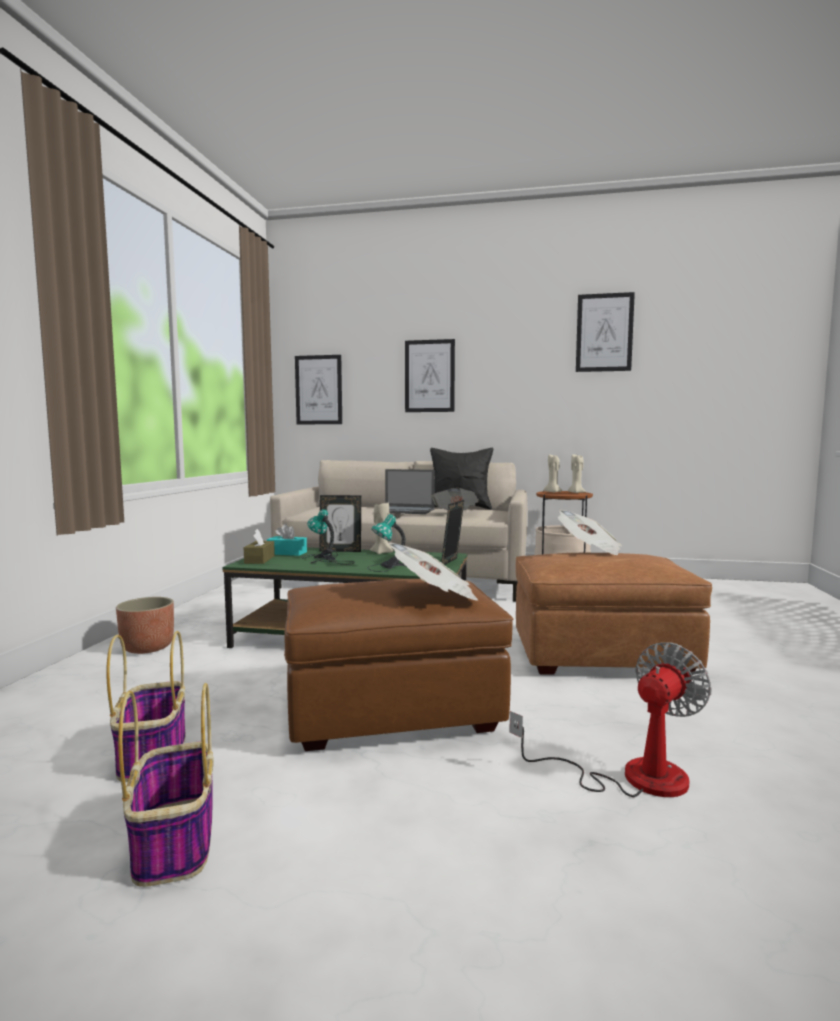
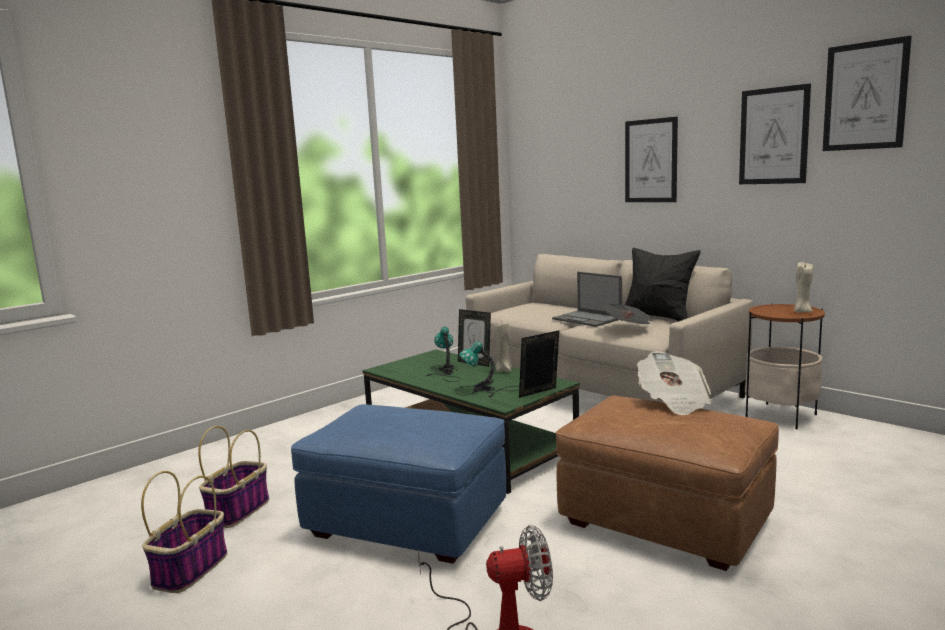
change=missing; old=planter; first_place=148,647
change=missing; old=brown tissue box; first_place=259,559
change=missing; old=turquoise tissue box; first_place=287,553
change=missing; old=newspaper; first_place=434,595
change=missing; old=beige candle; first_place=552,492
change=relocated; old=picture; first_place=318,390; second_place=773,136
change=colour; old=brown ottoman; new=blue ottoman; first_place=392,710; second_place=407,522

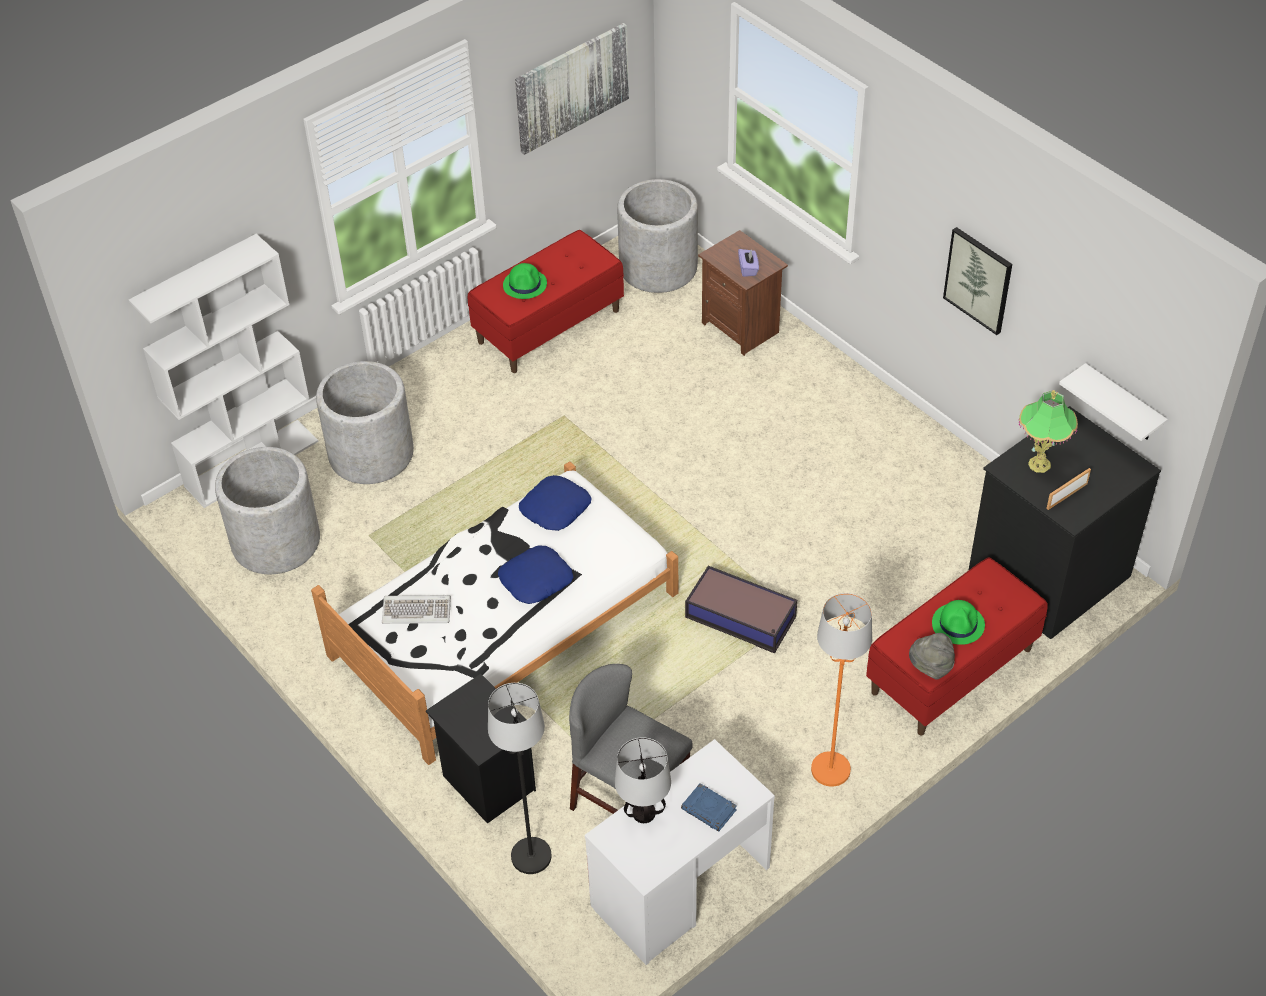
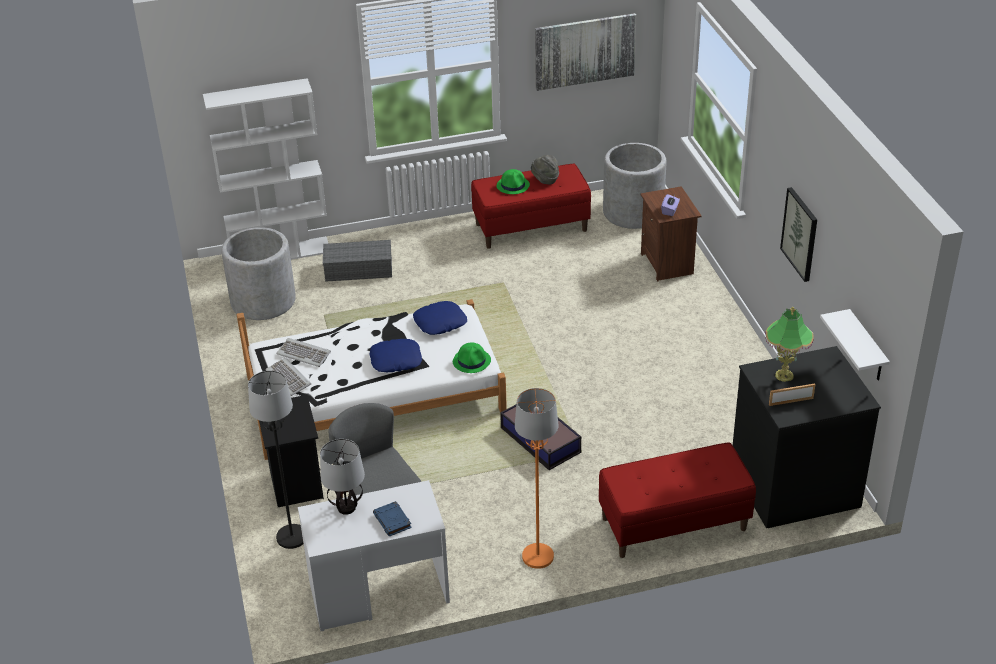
change=appeared; new=keyboard; second_place=289,378
change=relocated; old=grey hat; first_place=930,667; second_place=545,180
change=relocated; old=green hat; first_place=958,624; second_place=472,361
change=exchanged; old=grey planter; new=grey storage box; first_place=371,454; second_place=359,269

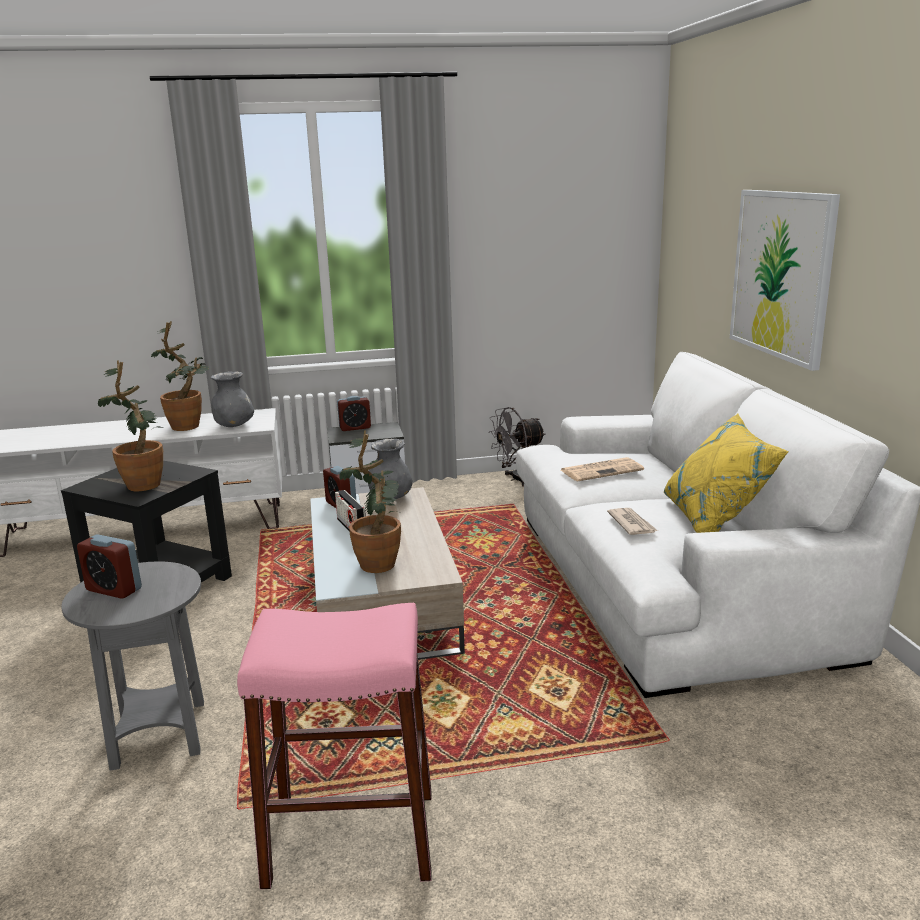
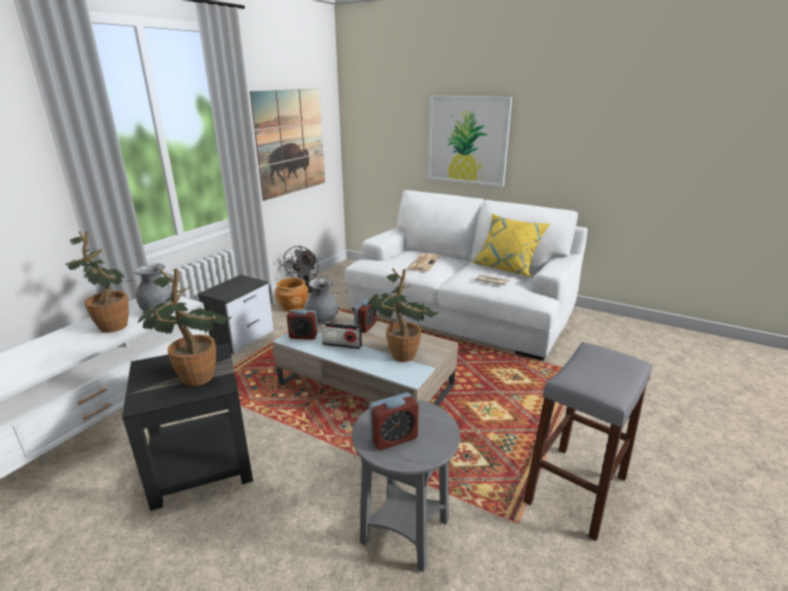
change=appeared; new=picture; second_place=291,142
change=appeared; new=brown planter; second_place=293,307
change=relocated; old=alarm clock; first_place=355,428; second_place=365,326
change=colour; old=pink stool; new=grey stool; first_place=351,837; second_place=576,489

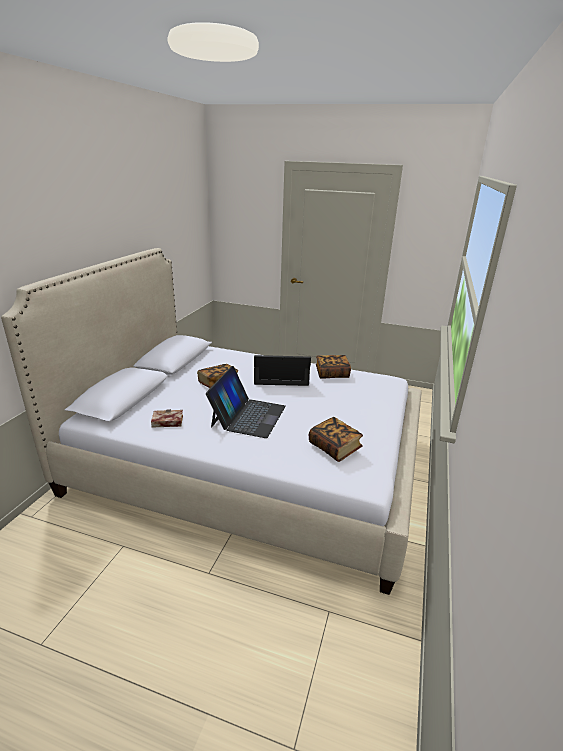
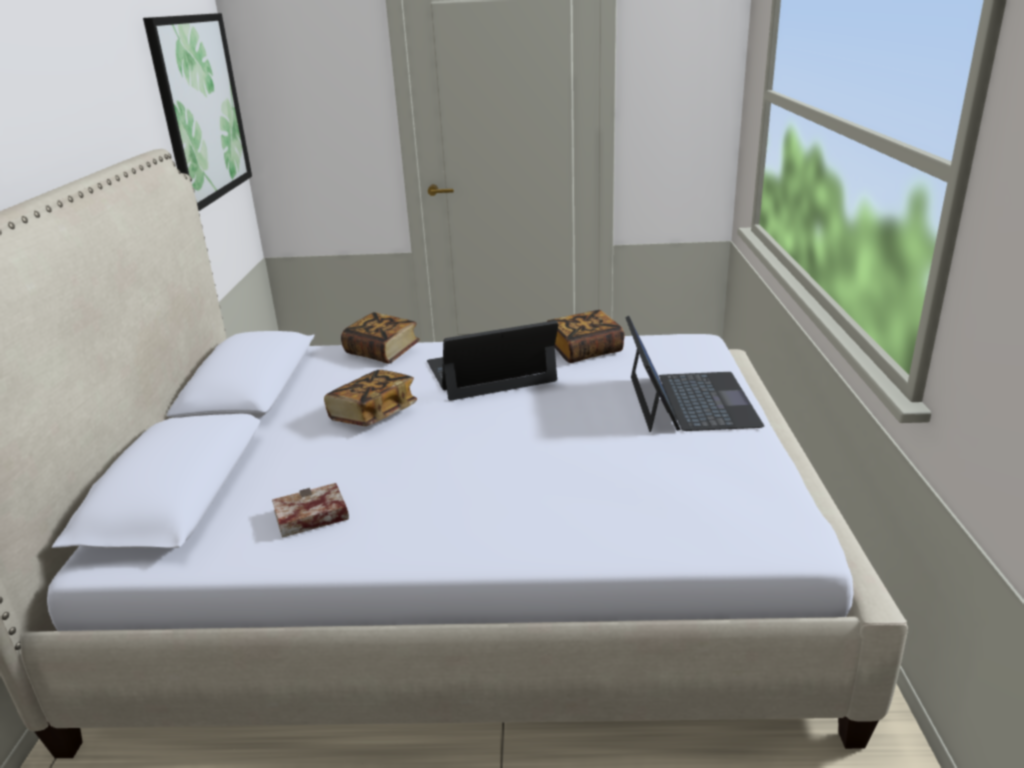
change=appeared; new=picture; second_place=201,108
change=relocated; old=laptop; first_place=248,416; second_place=689,401
change=relocated; old=book; first_place=334,448; second_place=382,352

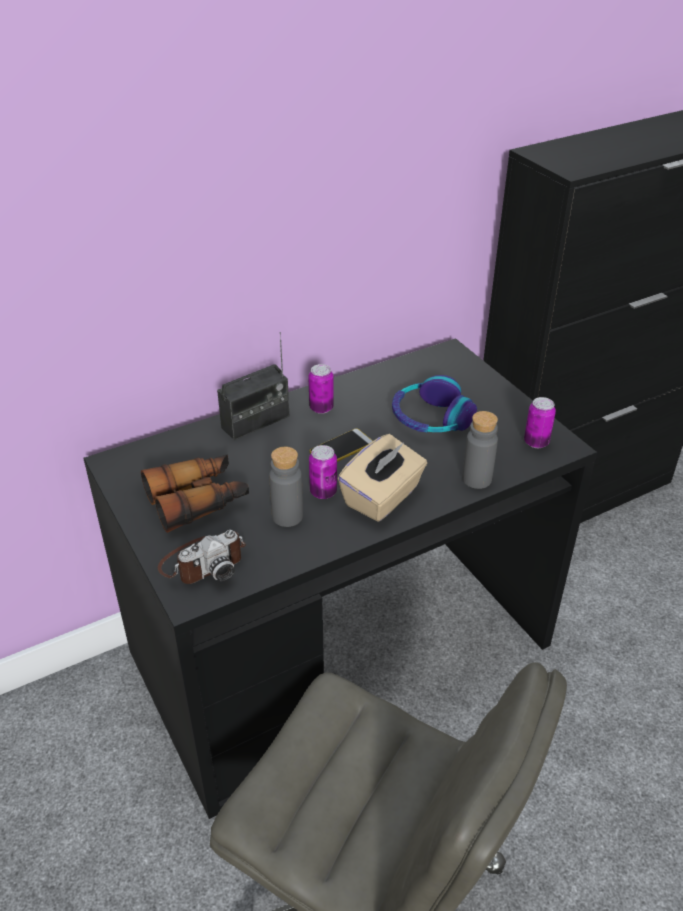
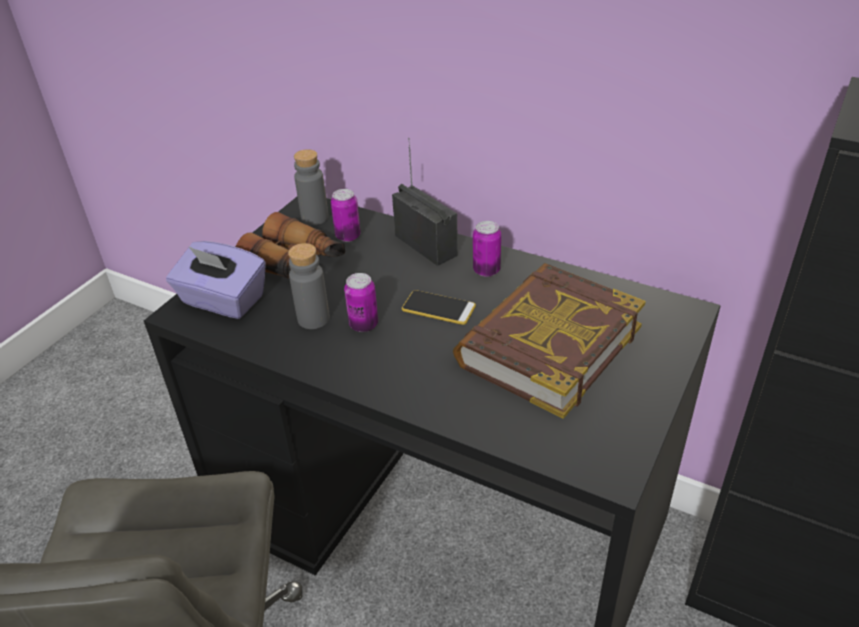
change=missing; old=beige tissue box; first_place=382,497
change=relocated; old=grey bottle; first_place=476,479; second_place=315,218
change=relocated; old=can; first_place=536,442; second_place=348,236
change=exchanged; old=photo camera; new=purple tissue box; first_place=203,562; second_place=222,301
change=exchanged; old=headphones; new=book; first_place=430,418; second_place=548,345
change=spun; old=radio; first_place=255,422; second_place=426,245; degrees=-150

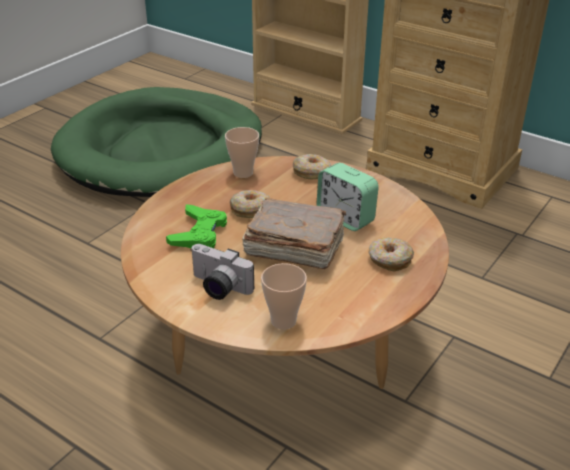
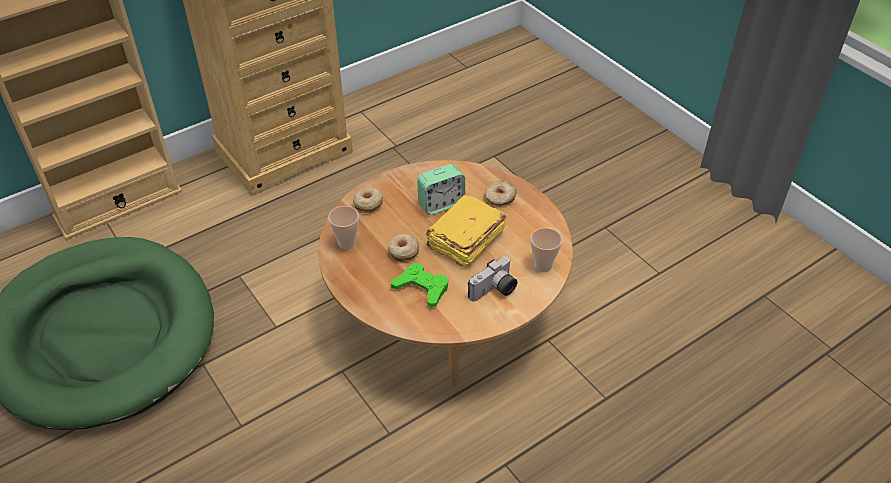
change=colour; old=brown book; new=yellow book; first_place=293,248; second_place=465,240

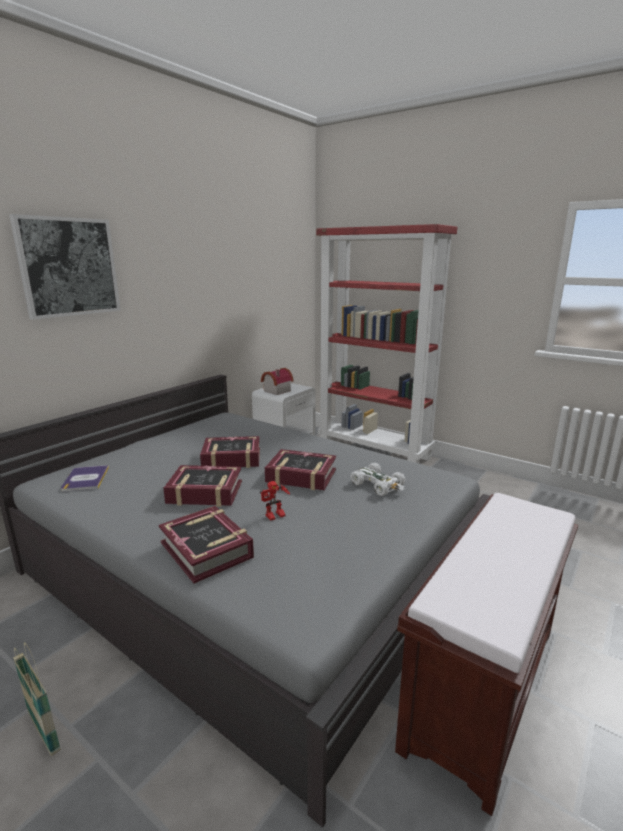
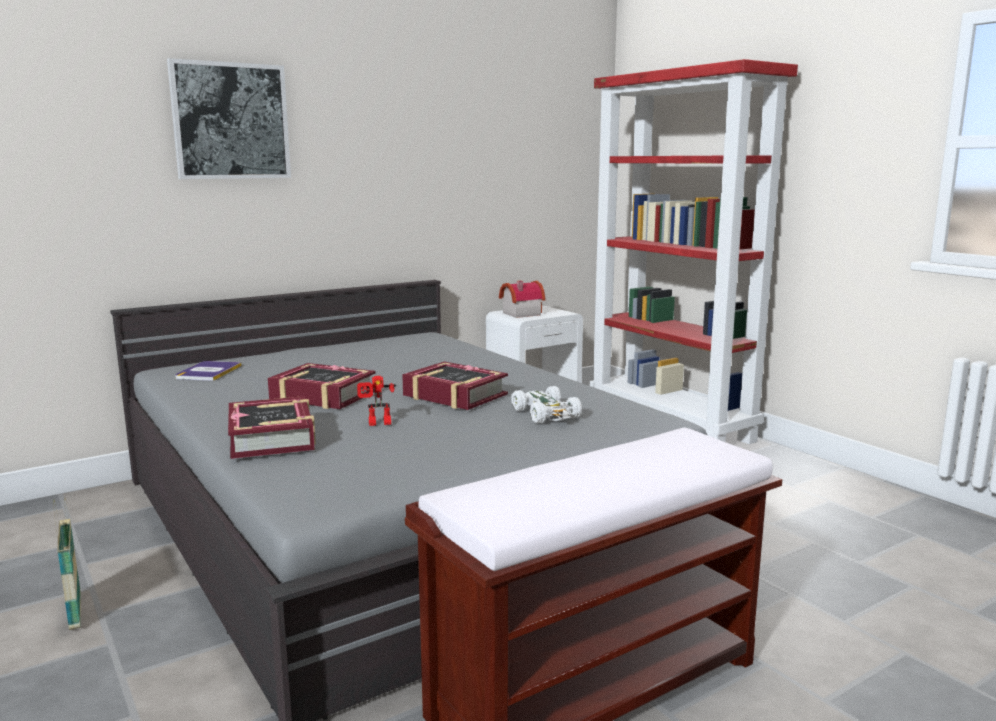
change=missing; old=book; first_place=231,459

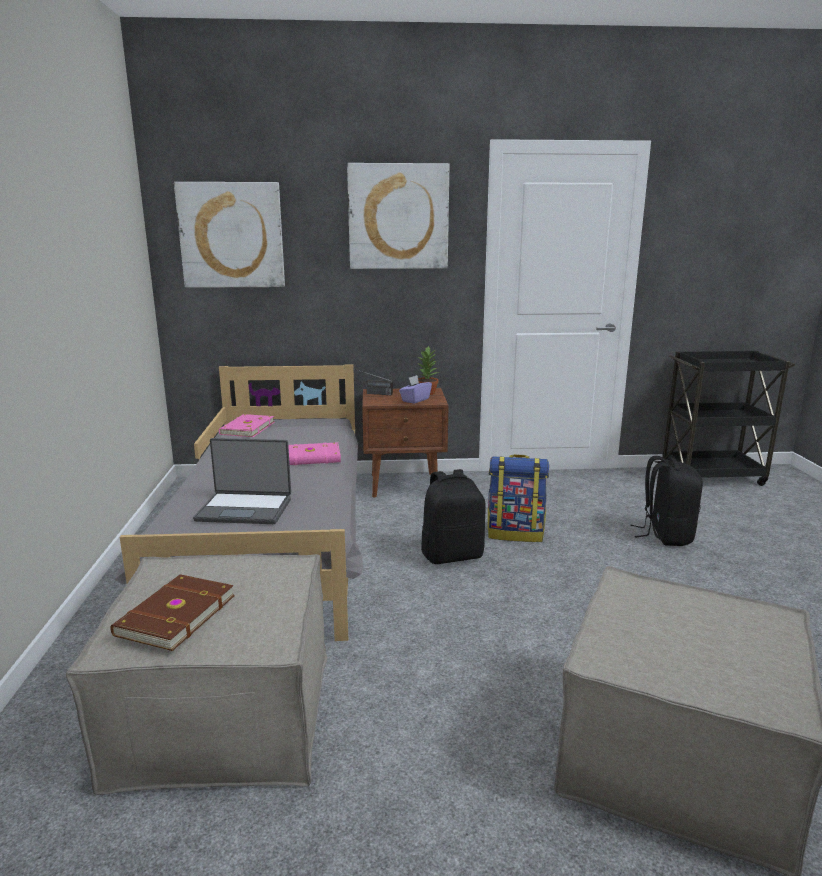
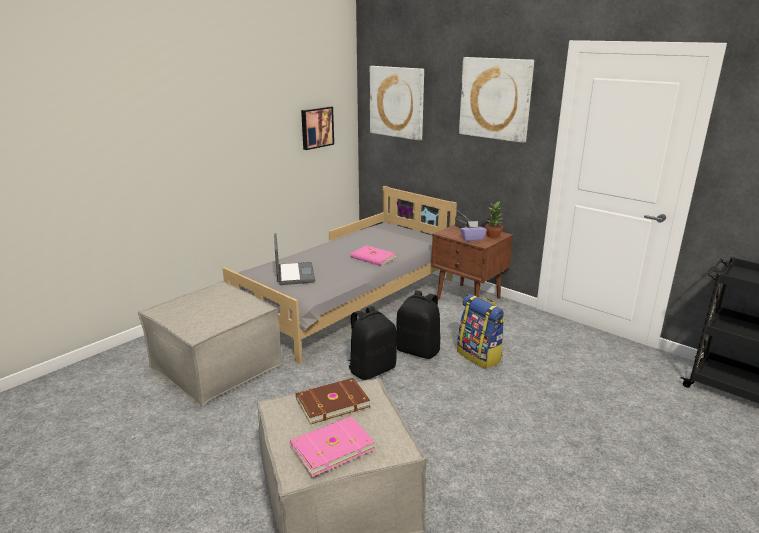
change=appeared; new=picture; second_place=316,127
change=relocated; old=brown book; first_place=174,615; second_place=331,402
change=relocated; old=pink book; first_place=246,428; second_place=331,447
change=relocated; old=black backpack; first_place=665,535; second_place=372,369
change=spun; old=laptop; first_place=245,509; second_place=294,274; degrees=-150

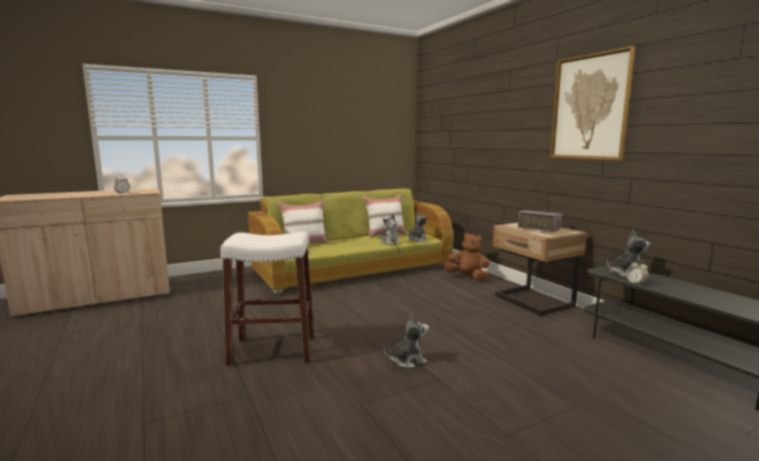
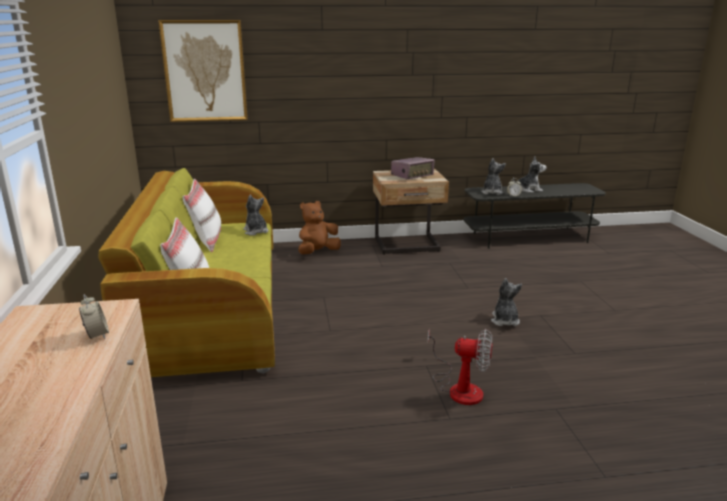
change=relocated; old=plush toy; first_place=390,242; second_place=528,190
change=relocated; old=picture; first_place=590,107; second_place=205,71
change=exchanged; old=white stool; new=fan; first_place=273,350; second_place=459,387

